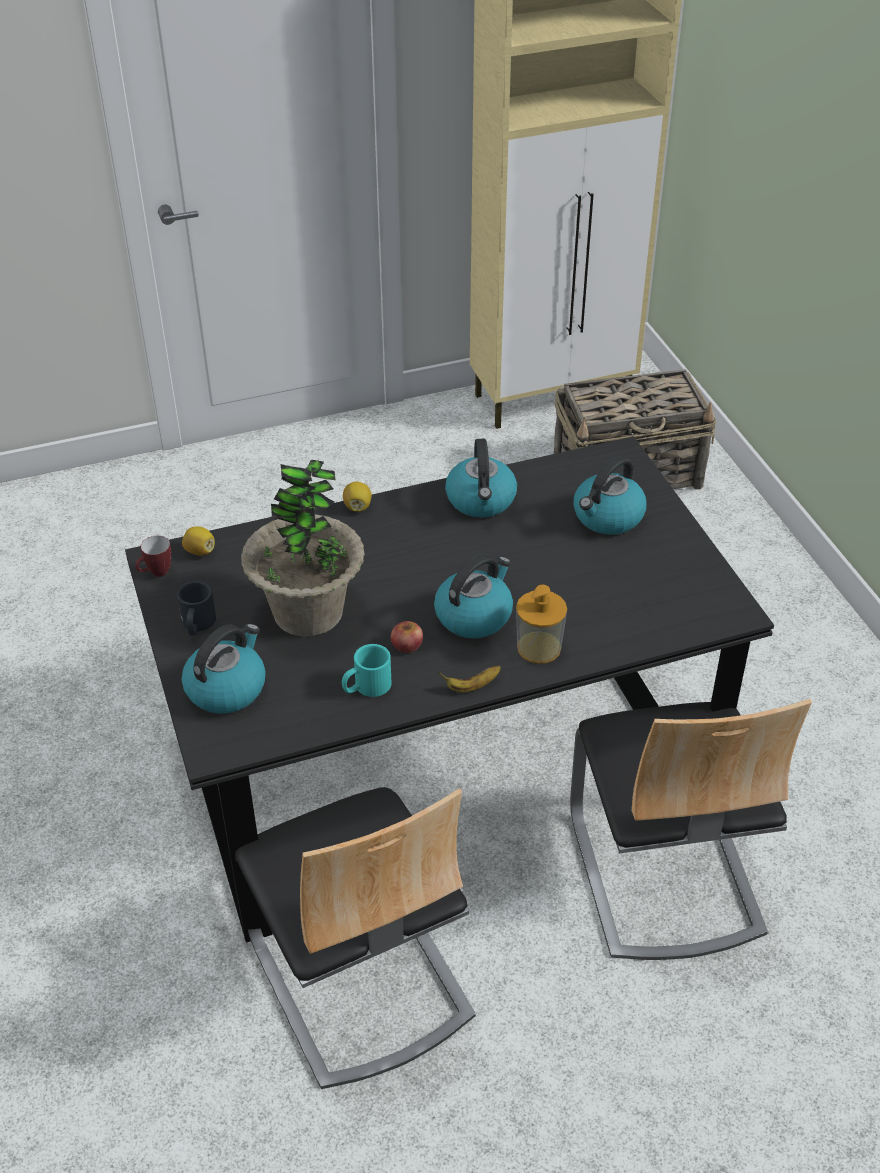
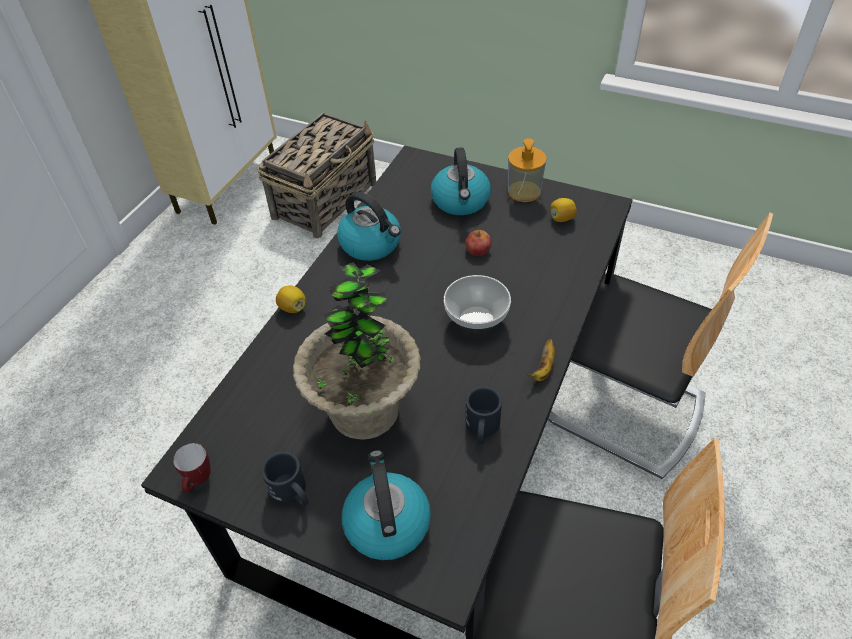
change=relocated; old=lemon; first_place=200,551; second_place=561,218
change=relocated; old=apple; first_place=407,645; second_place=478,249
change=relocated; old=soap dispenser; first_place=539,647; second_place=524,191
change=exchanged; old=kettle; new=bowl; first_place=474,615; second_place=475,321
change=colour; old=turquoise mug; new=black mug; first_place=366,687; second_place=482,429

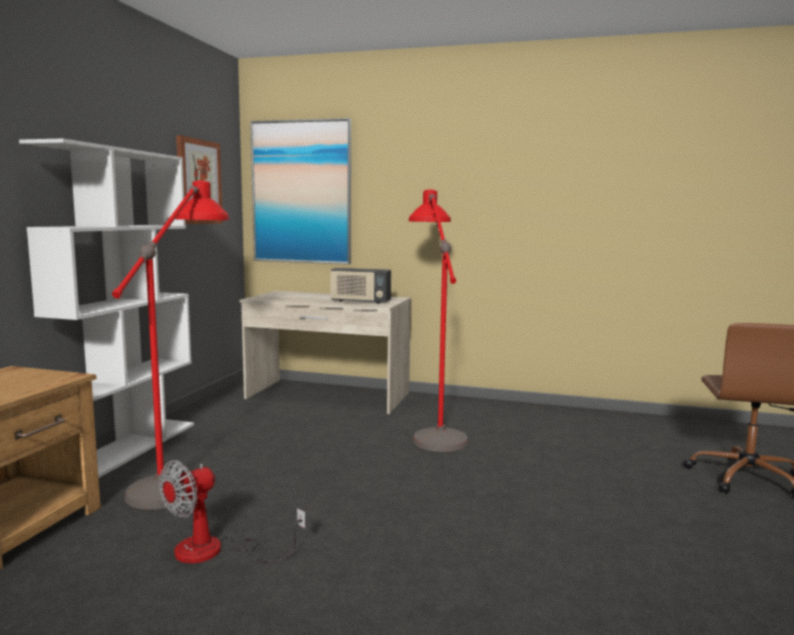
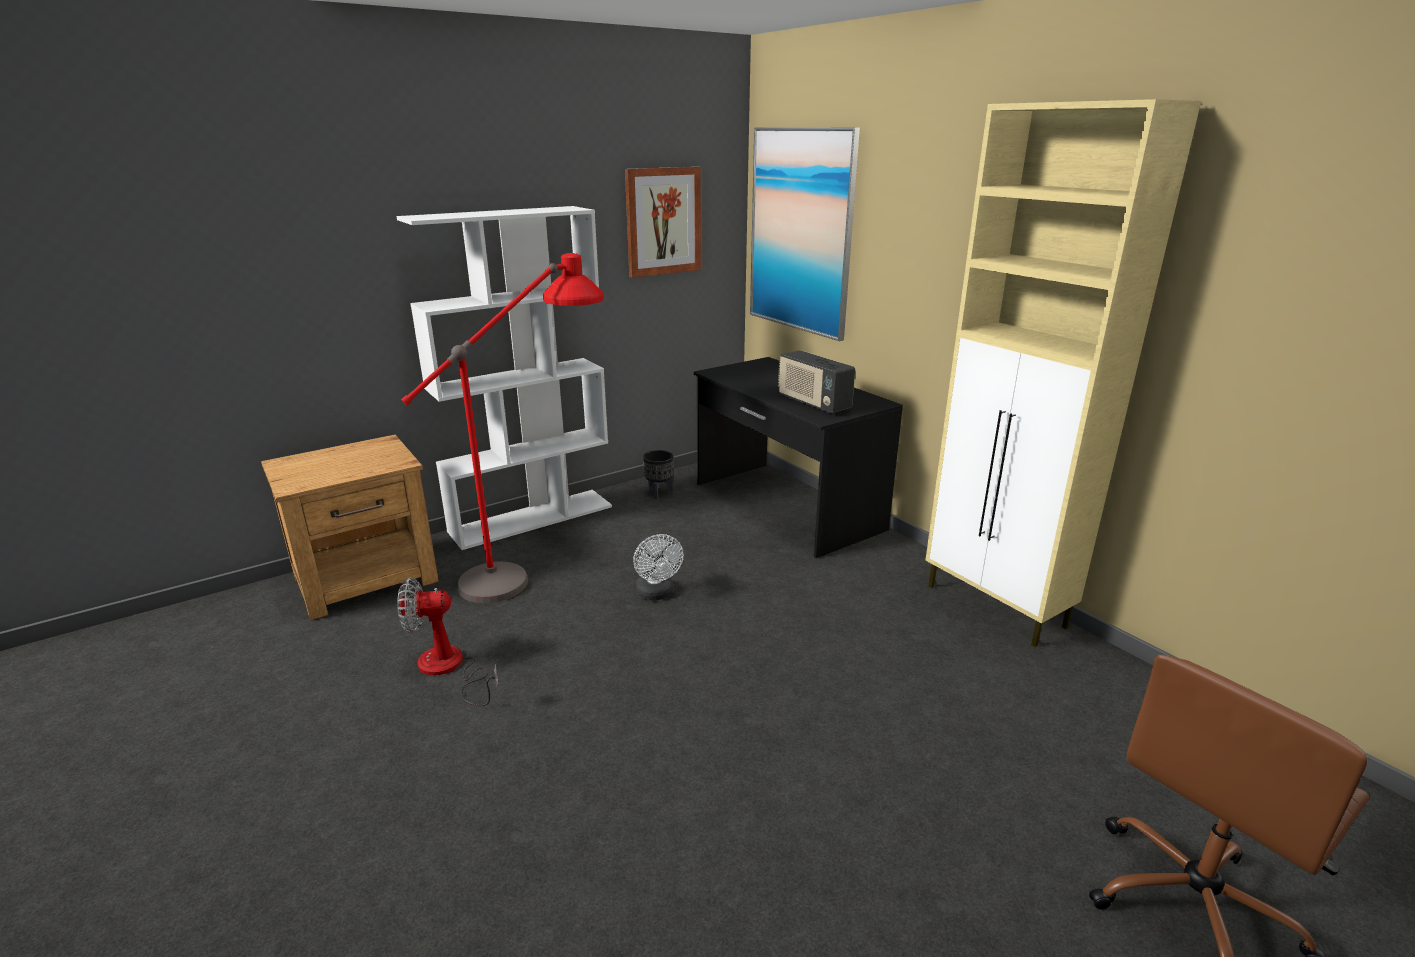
change=missing; old=red floor lamp; first_place=434,427
change=appeared; new=white fan; second_place=657,594
change=appeared; new=black planter; second_place=658,493
change=appeared; new=beige cabinet; second_place=996,607
change=colour; old=beige desk; new=black desk; first_place=328,396; second_place=785,506

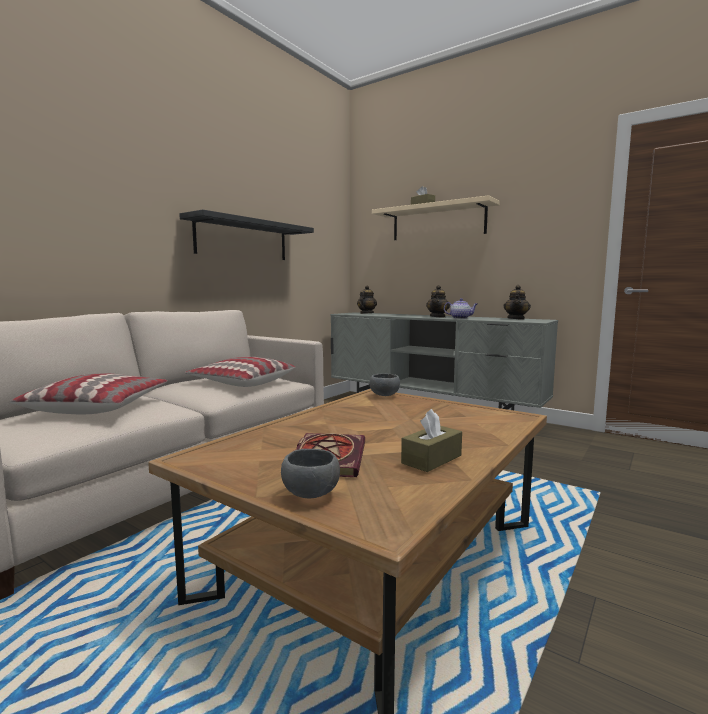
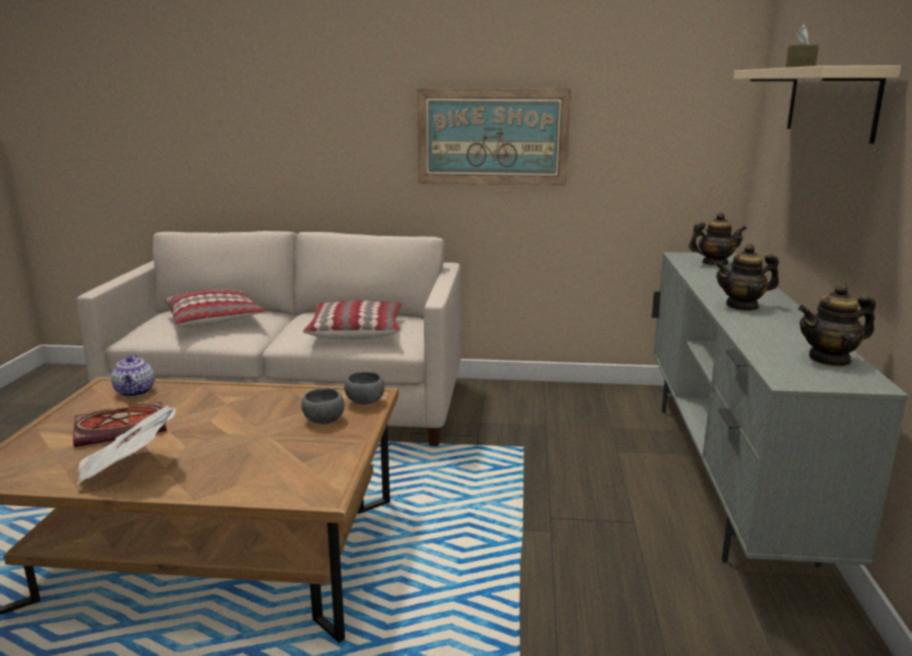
change=relocated; old=grey bowl; first_place=309,494; second_place=322,420
change=relocated; old=teapot; first_place=460,318; second_place=135,392
change=exchanged; old=black shelf; new=picture; first_place=243,240; second_place=492,137
change=exchanged; old=brown tissue box; new=newspaper; first_place=431,459; second_place=127,468

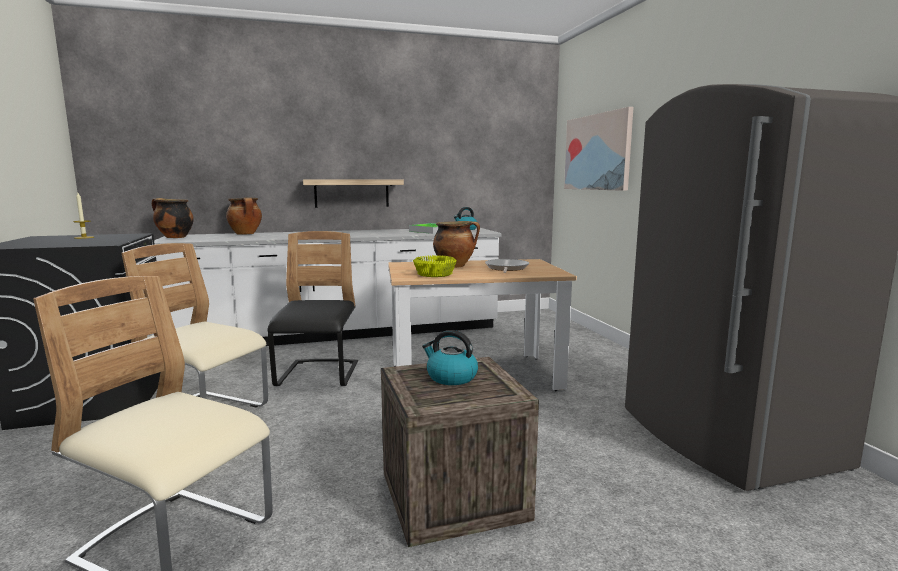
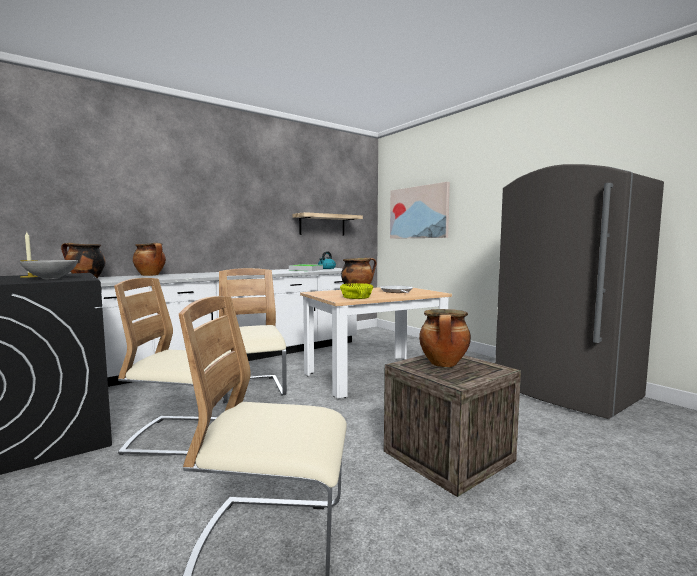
change=appeared; new=grey bowl; second_place=51,278
change=relocated; old=shelf; first_place=352,193; second_place=322,225
change=exchanged; old=kettle; new=cooking pot; first_place=451,377; second_place=444,364
change=colour; old=black chair; new=beige chair; first_place=318,375; second_place=252,390

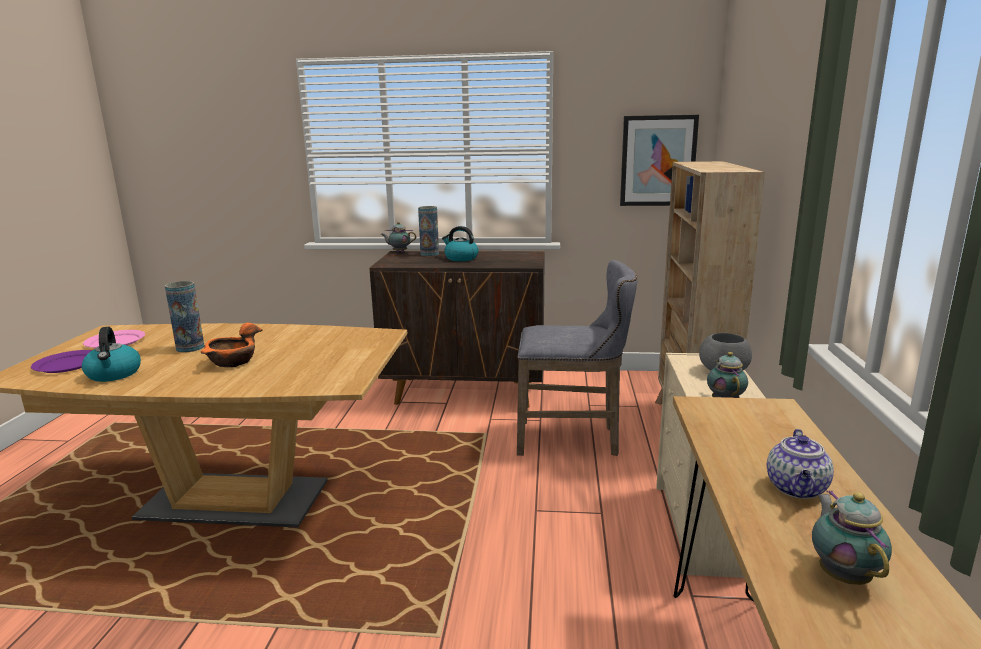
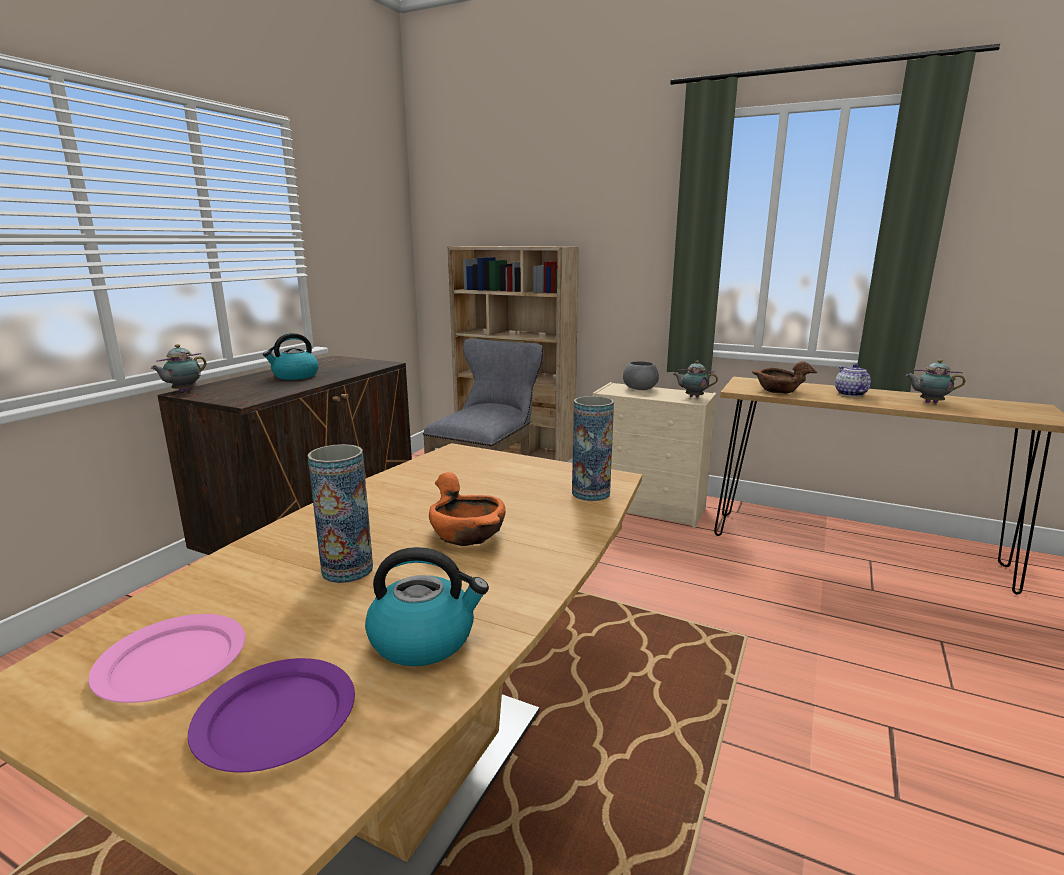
change=missing; old=picture; first_place=658,161
change=appeared; new=brown bowl; second_place=778,390
change=relocated; old=vase; first_place=429,254; second_place=590,493
change=spun; old=teapot; first_place=797,489; second_place=849,394; degrees=-135

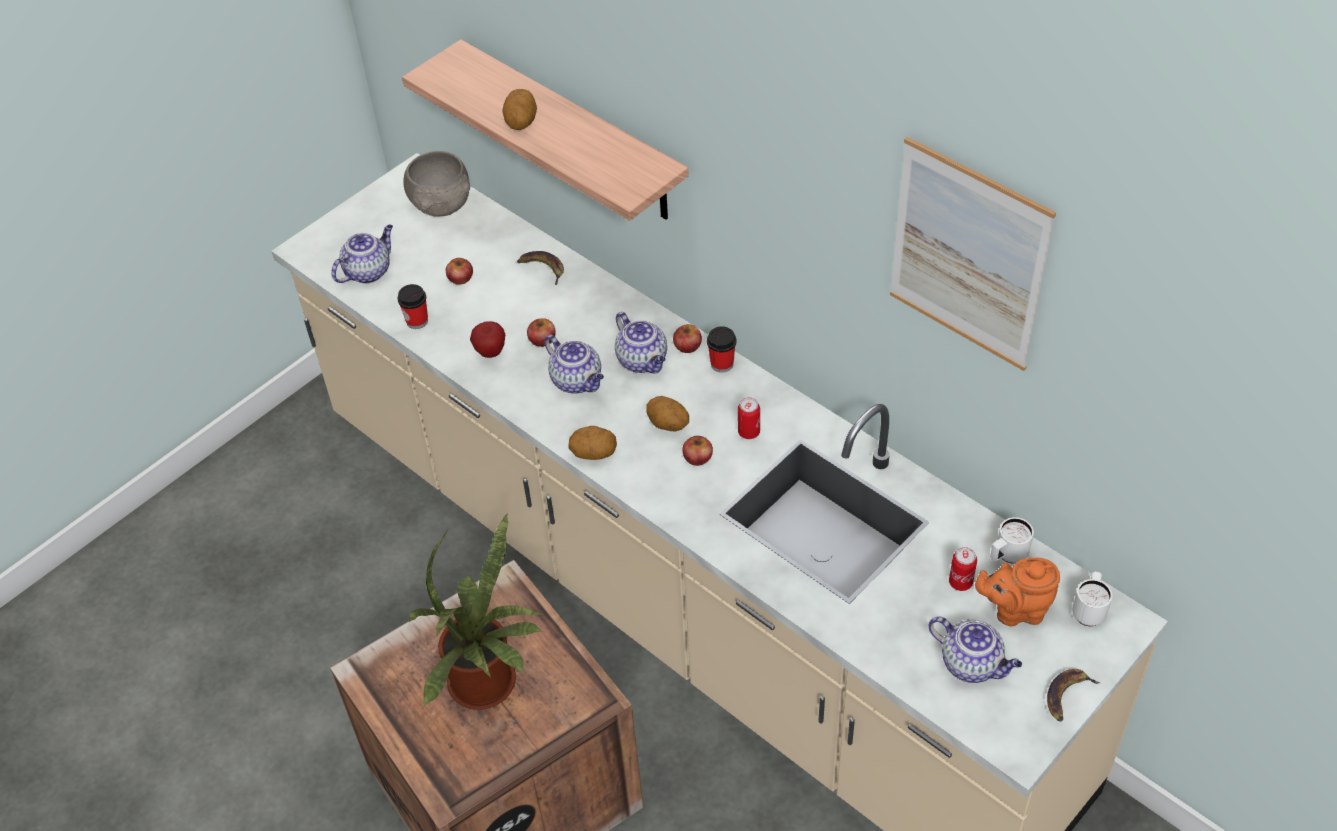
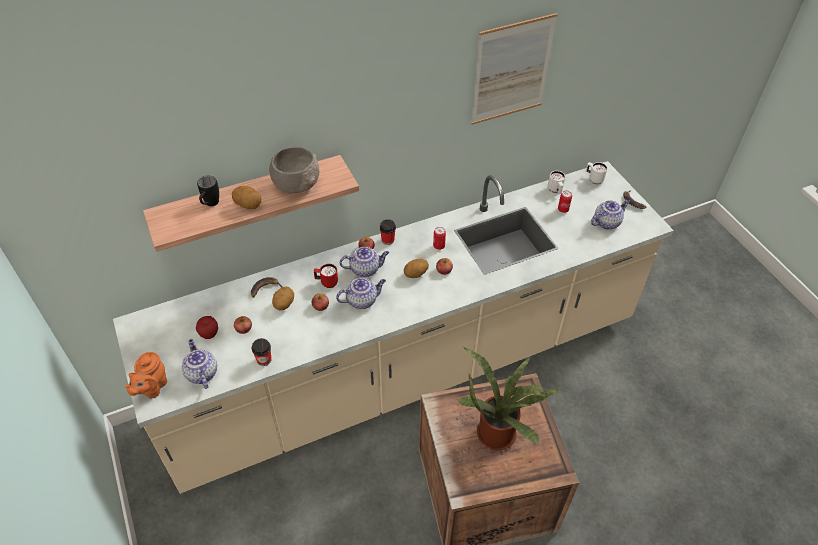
change=appeared; new=black mug; second_place=210,205
change=appeared; new=red mug; second_place=326,282
change=relocated; old=grey bowl; first_place=442,204; second_place=296,184
change=relocated; old=apple; first_place=490,352; second_place=209,334
change=relocated; old=potato; first_place=594,453; second_place=284,304
change=relocated; old=orange teapot; first_place=1015,610; second_place=152,388

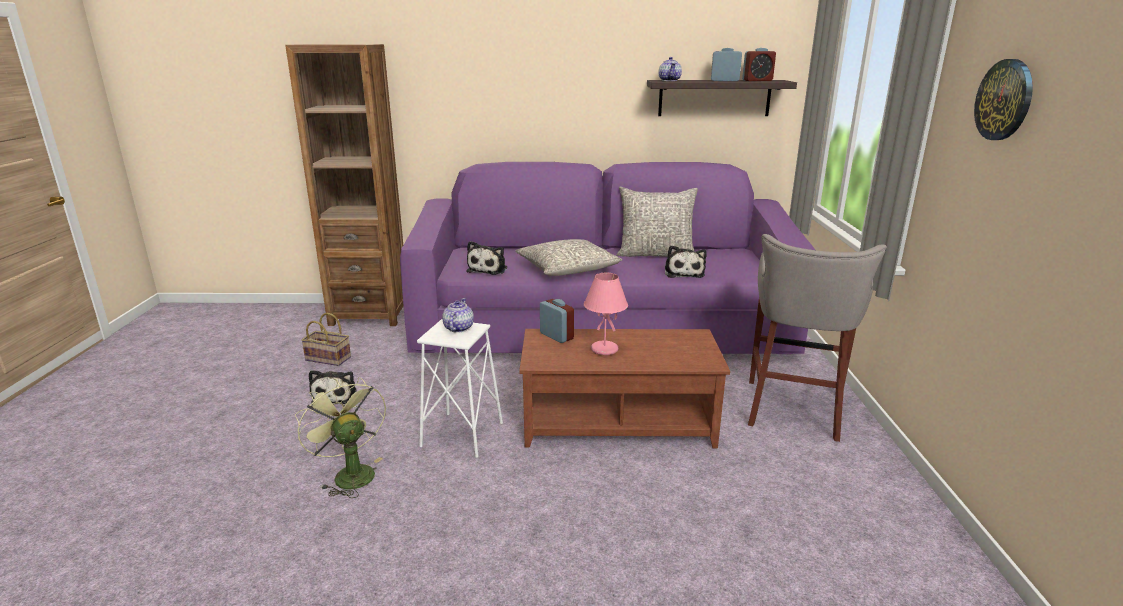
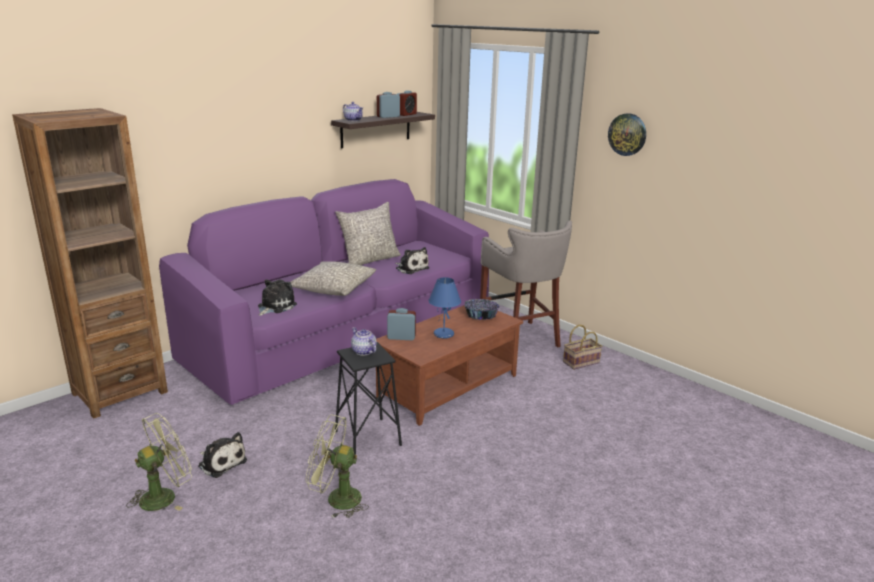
change=appeared; new=green fan; second_place=165,496
change=appeared; new=bowl; second_place=480,315
change=relocated; old=basket; first_place=329,358; second_place=581,362
change=colour; old=white stool; new=black stool; first_place=462,434; second_place=368,438
change=colour; old=pink table lamp; new=blue table lamp; first_place=604,350; second_place=443,334
change=spun; old=plush toy; first_place=488,269; second_place=275,306; degrees=-120

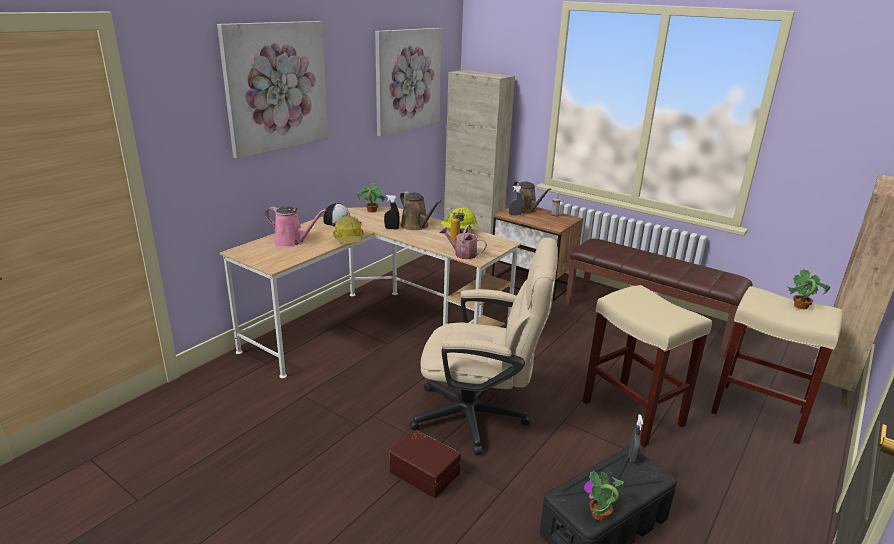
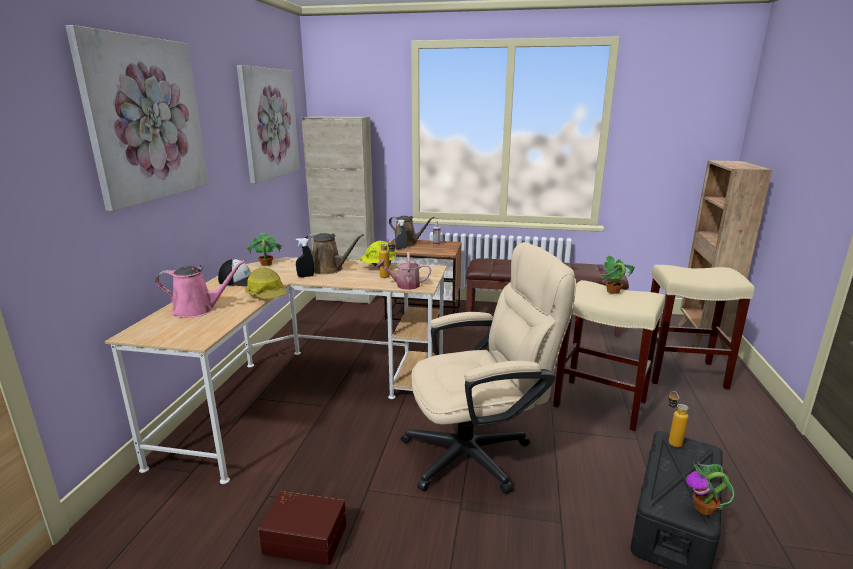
change=relocated; old=brown storage box; first_place=425,471; second_place=306,537
change=relocated; old=potted plant; first_place=800,306; second_place=613,291
change=exchanged; old=grey spray bottle; new=bottle; first_place=632,457; second_place=671,440

